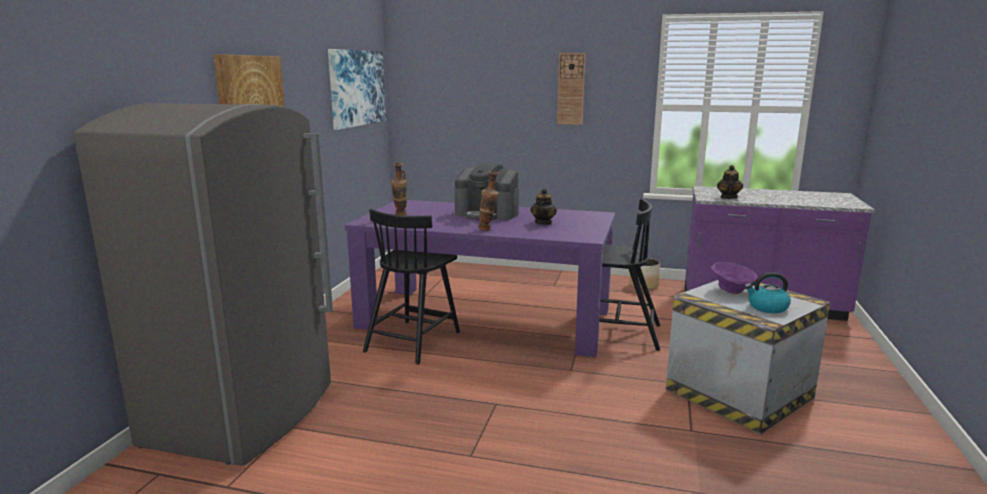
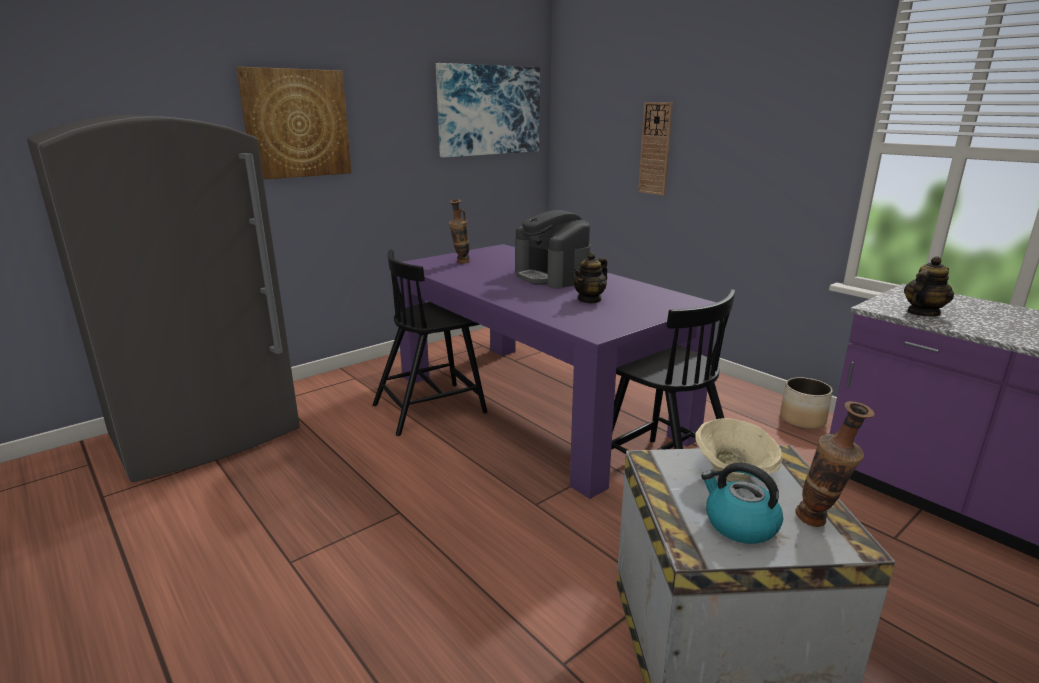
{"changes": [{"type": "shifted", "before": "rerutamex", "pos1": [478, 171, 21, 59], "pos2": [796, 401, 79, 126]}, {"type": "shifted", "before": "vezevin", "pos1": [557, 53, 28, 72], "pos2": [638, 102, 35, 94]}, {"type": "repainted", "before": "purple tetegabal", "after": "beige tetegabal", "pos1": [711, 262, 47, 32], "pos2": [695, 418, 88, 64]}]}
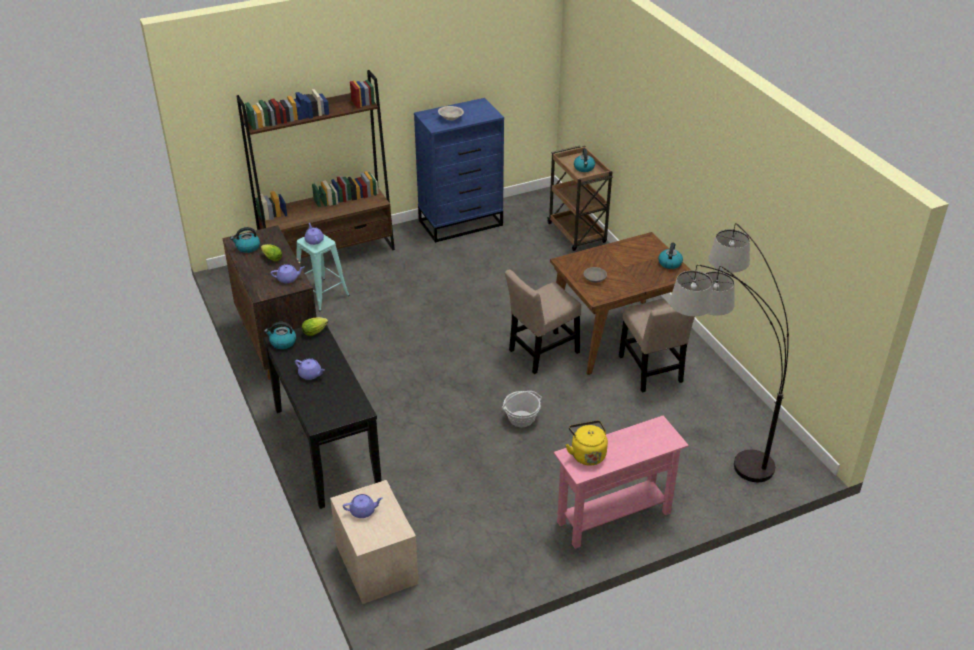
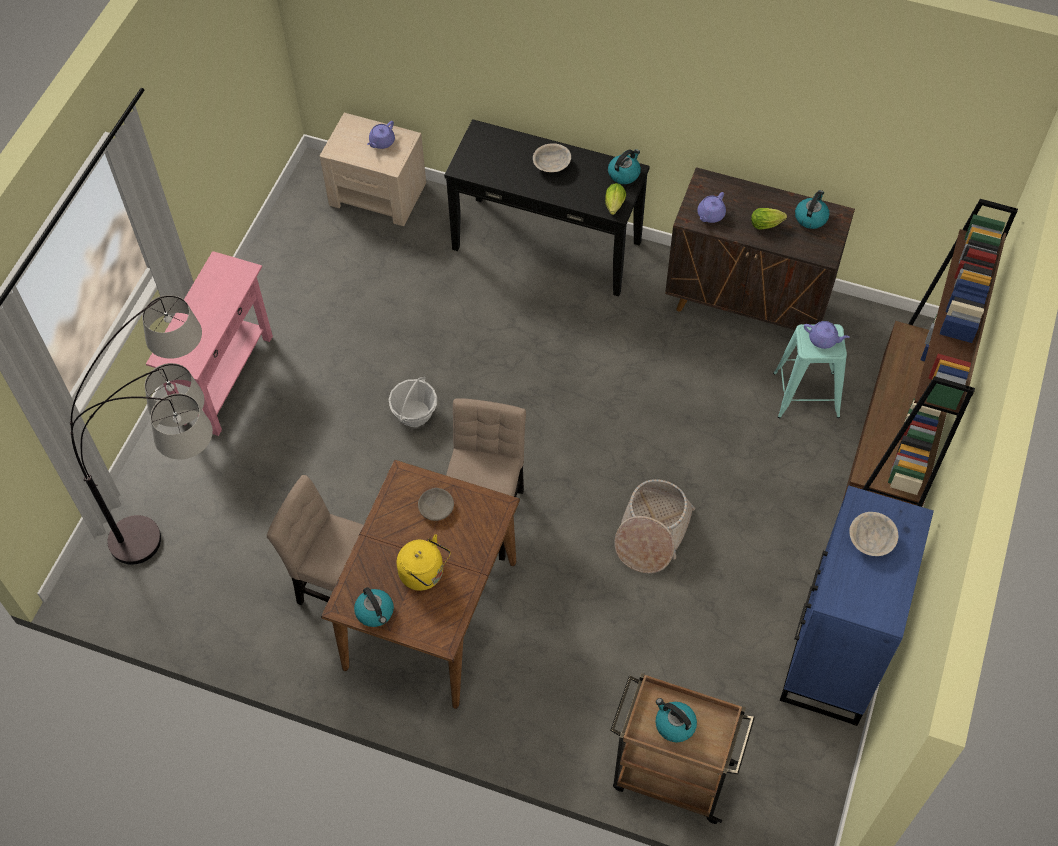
{"changes": [{"type": "new", "after": "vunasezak", "pos2": [615, 479, 80, 94]}, {"type": "shifted", "before": "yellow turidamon", "pos1": [566, 420, 42, 46], "pos2": [397, 534, 54, 57]}, {"type": "swapped", "before": "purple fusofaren", "after": "beige tetegabal", "pos1": [295, 358, 30, 22], "pos2": [533, 143, 38, 29]}]}
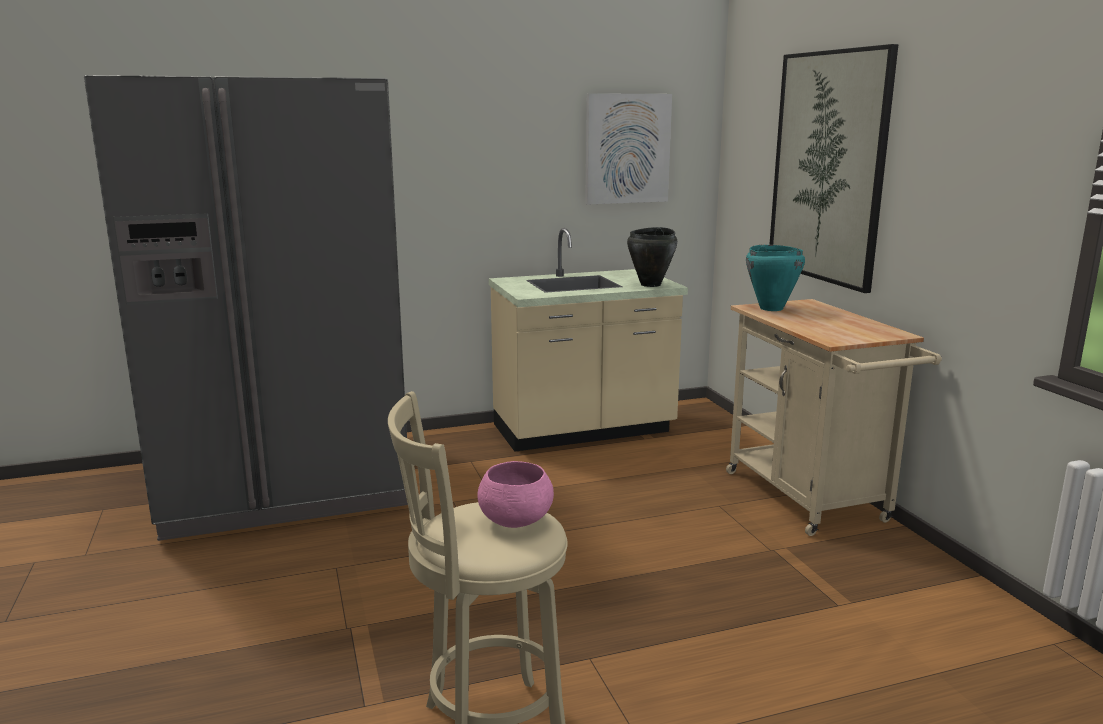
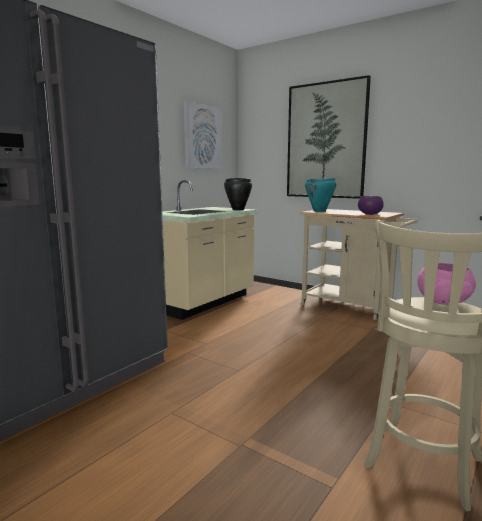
{"changes": [{"type": "new", "after": "purple tetegabal", "pos2": [358, 196, 26, 19]}]}
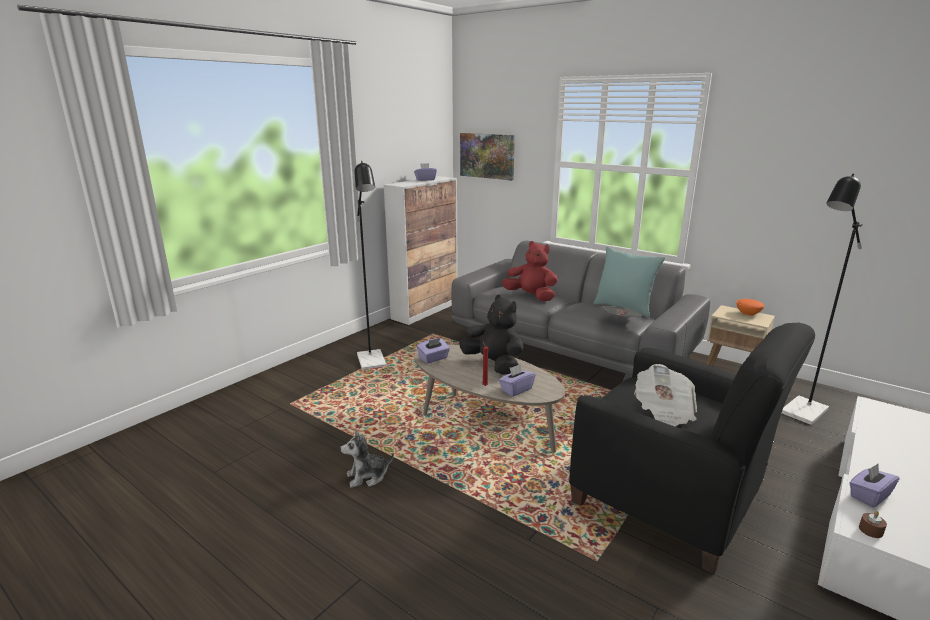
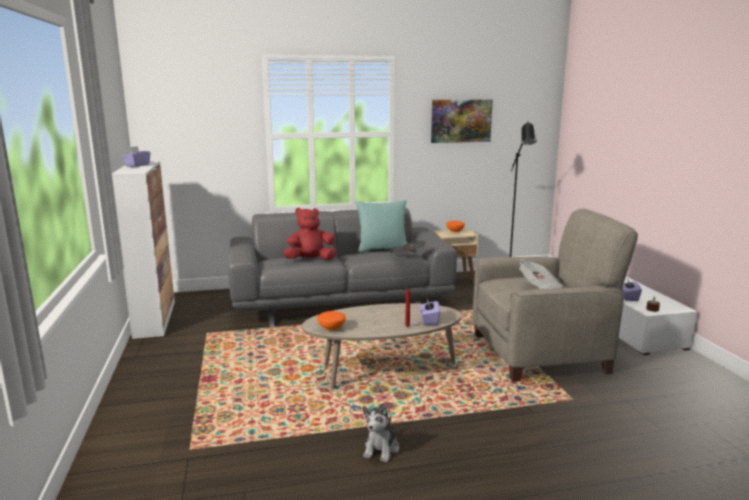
{"changes": [{"type": "gone", "before": "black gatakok", "pos1": [354, 161, 33, 209]}, {"type": "gone", "before": "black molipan", "pos1": [459, 294, 64, 81]}, {"type": "shifted", "before": "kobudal", "pos1": [460, 133, 55, 47], "pos2": [431, 100, 62, 43]}, {"type": "swapped", "before": "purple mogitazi", "after": "orange tetegabal", "pos1": [417, 338, 33, 26], "pos2": [317, 311, 29, 20]}, {"type": "repainted", "before": "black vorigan", "after": "beige vorigan", "pos1": [569, 323, 246, 251], "pos2": [472, 209, 166, 173]}]}
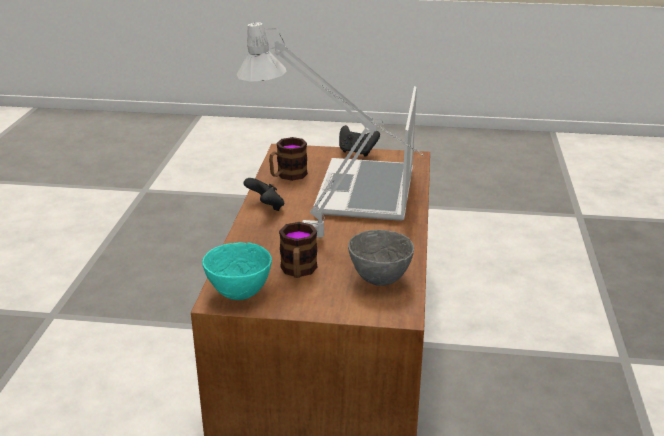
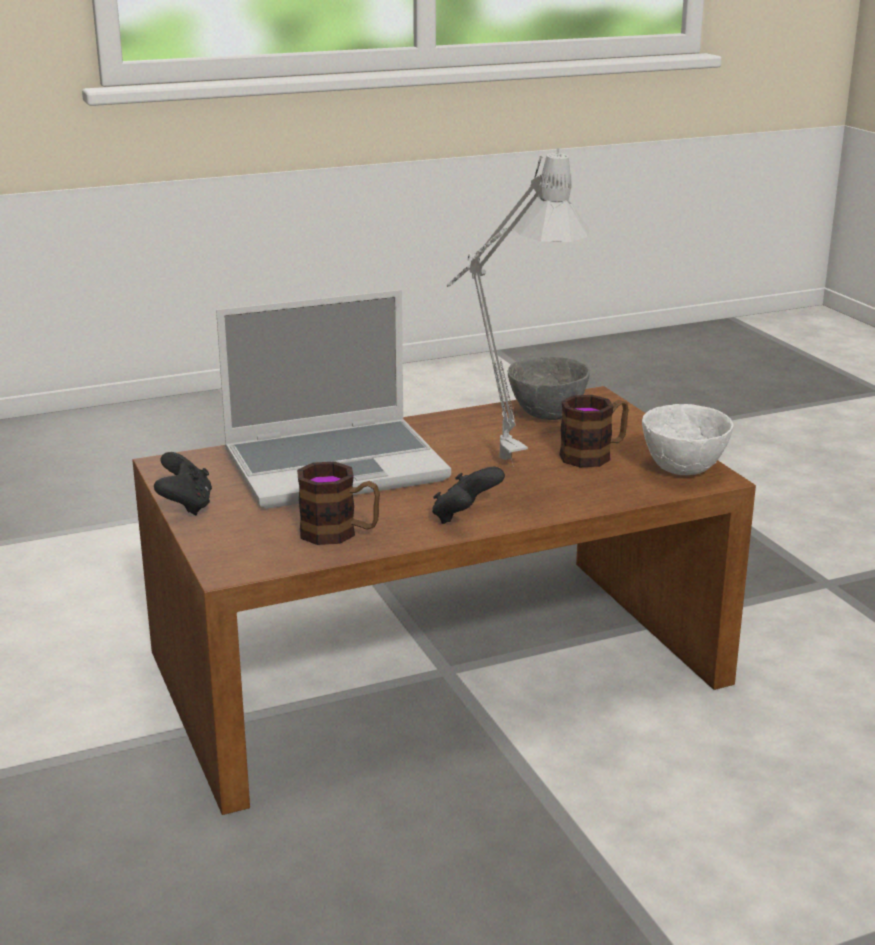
{"changes": [{"type": "repainted", "before": "turquoise tetegabal", "after": "white tetegabal", "pos1": [202, 242, 70, 58], "pos2": [642, 404, 92, 71]}]}
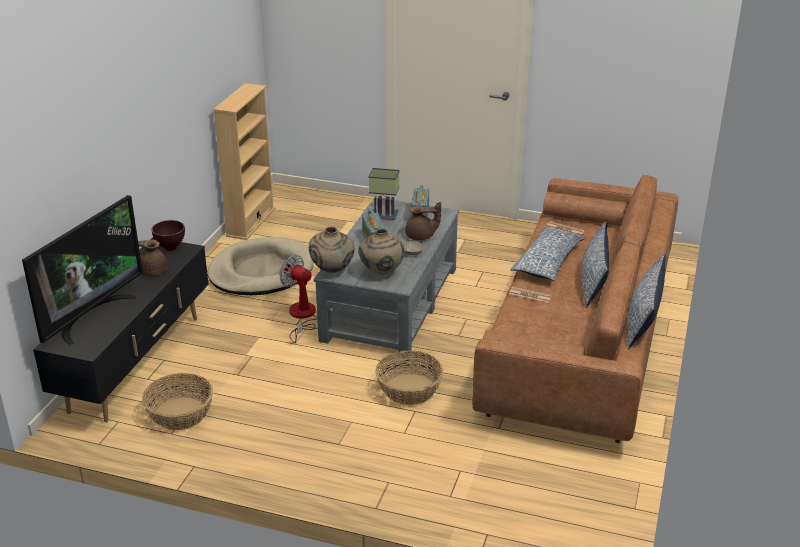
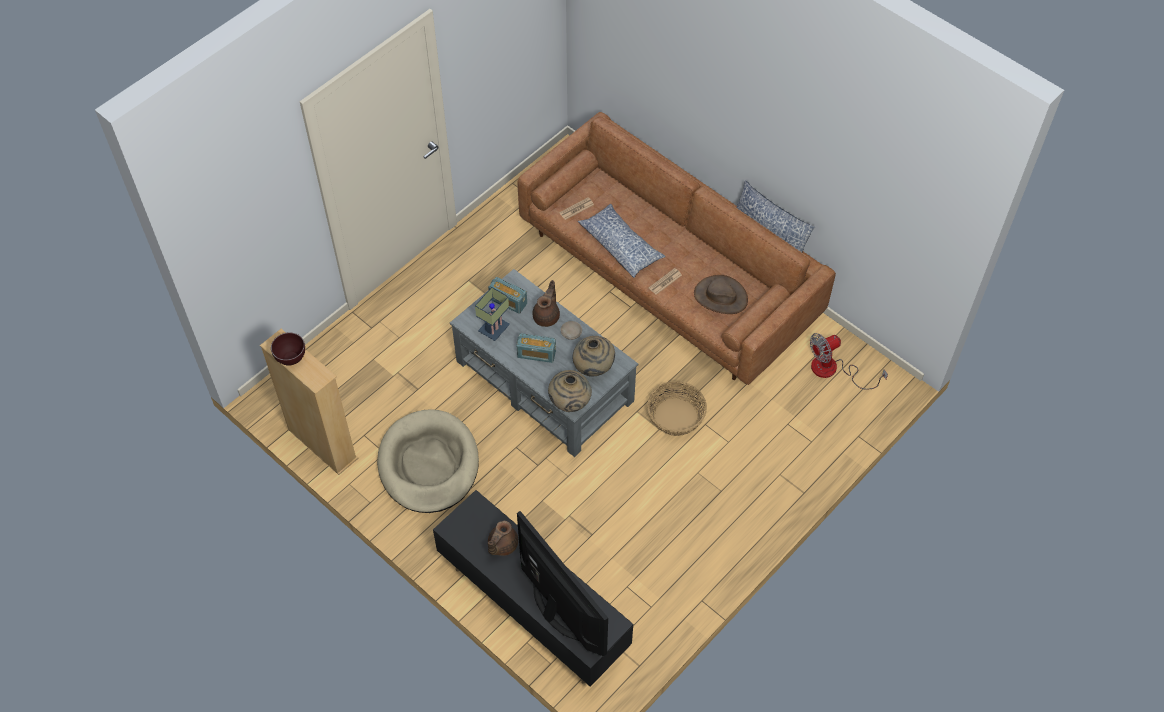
{"changes": [{"type": "gone", "before": "vunasezak", "pos1": [142, 373, 71, 57]}, {"type": "gone", "before": "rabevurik", "pos1": [581, 222, 28, 86]}, {"type": "new", "after": "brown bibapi", "pos2": [694, 275, 54, 39]}, {"type": "shifted", "before": "brown tetegabal", "pos1": [152, 220, 33, 31], "pos2": [271, 332, 34, 34]}, {"type": "shifted", "before": "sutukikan", "pos1": [279, 255, 38, 88], "pos2": [810, 333, 78, 57]}]}
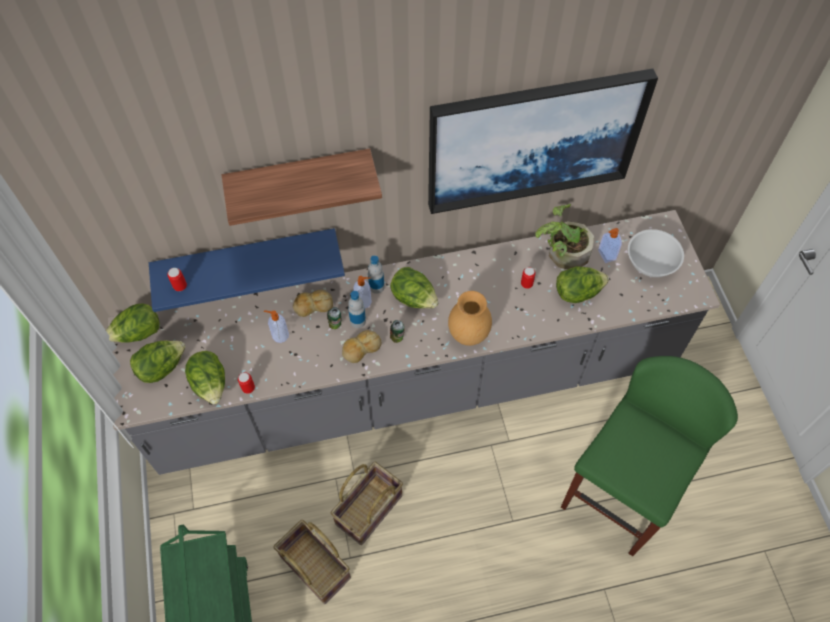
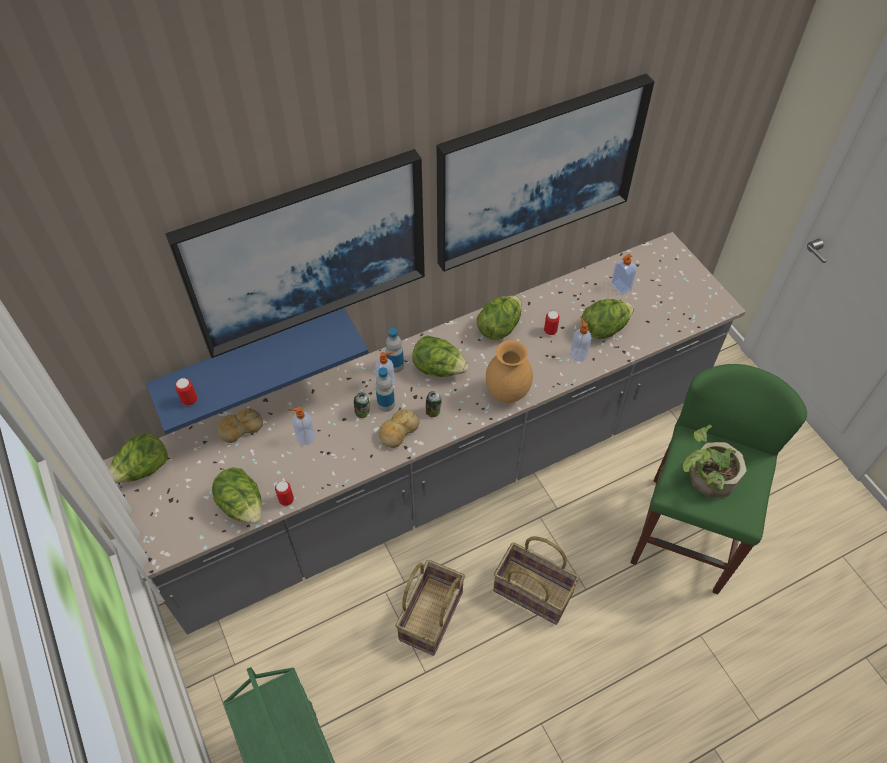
{"changes": [{"type": "gone", "before": "white tetegabal", "pos1": [628, 229, 56, 48]}, {"type": "new", "after": "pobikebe", "pos2": [570, 317, 21, 45]}, {"type": "shifted", "before": "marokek", "pos1": [130, 341, 55, 42], "pos2": [477, 296, 44, 44]}, {"type": "shifted", "before": "vunasezak", "pos1": [273, 520, 78, 84], "pos2": [493, 536, 86, 89]}, {"type": "shifted", "before": "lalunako", "pos1": [293, 290, 40, 27], "pos2": [217, 408, 46, 35]}, {"type": "shifted", "before": "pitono", "pos1": [535, 204, 59, 65], "pos2": [683, 425, 64, 73]}, {"type": "swapped", "before": "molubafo", "after": "kobudal", "pos1": [222, 149, 160, 77], "pos2": [165, 149, 260, 209]}]}
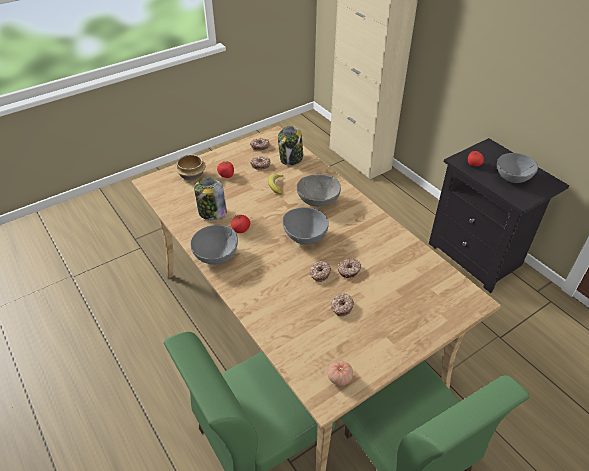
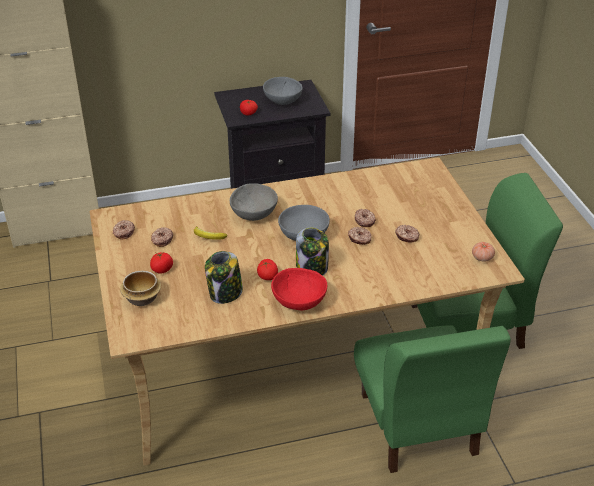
{"changes": [{"type": "shifted", "before": "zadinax", "pos1": [278, 126, 25, 40], "pos2": [296, 228, 33, 48]}, {"type": "repainted", "before": "grey tetegabal", "after": "red tetegabal", "pos1": [190, 225, 48, 40], "pos2": [271, 268, 56, 42]}]}
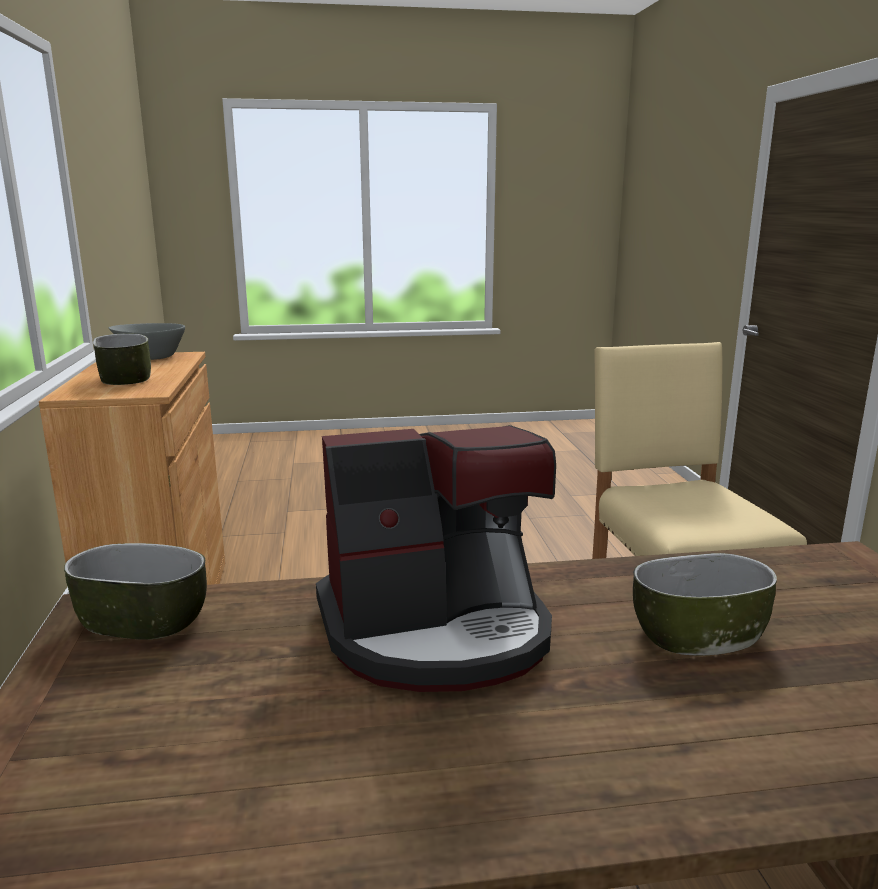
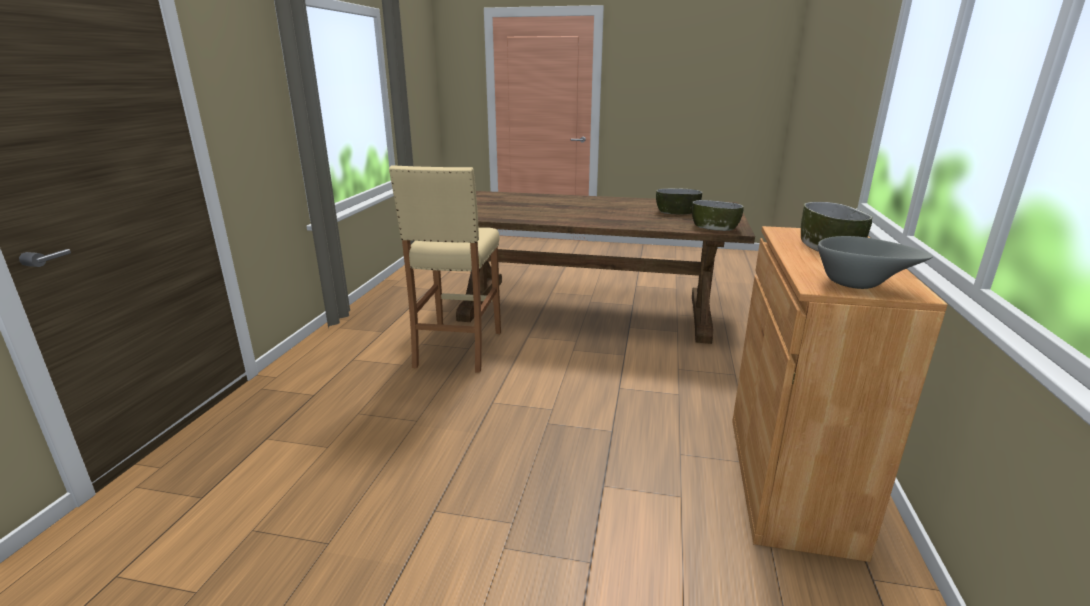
{"changes": [{"type": "gone", "before": "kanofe", "pos1": [316, 425, 240, 267]}, {"type": "shifted", "before": "tetegabal", "pos1": [633, 553, 144, 102], "pos2": [656, 188, 47, 27]}]}
